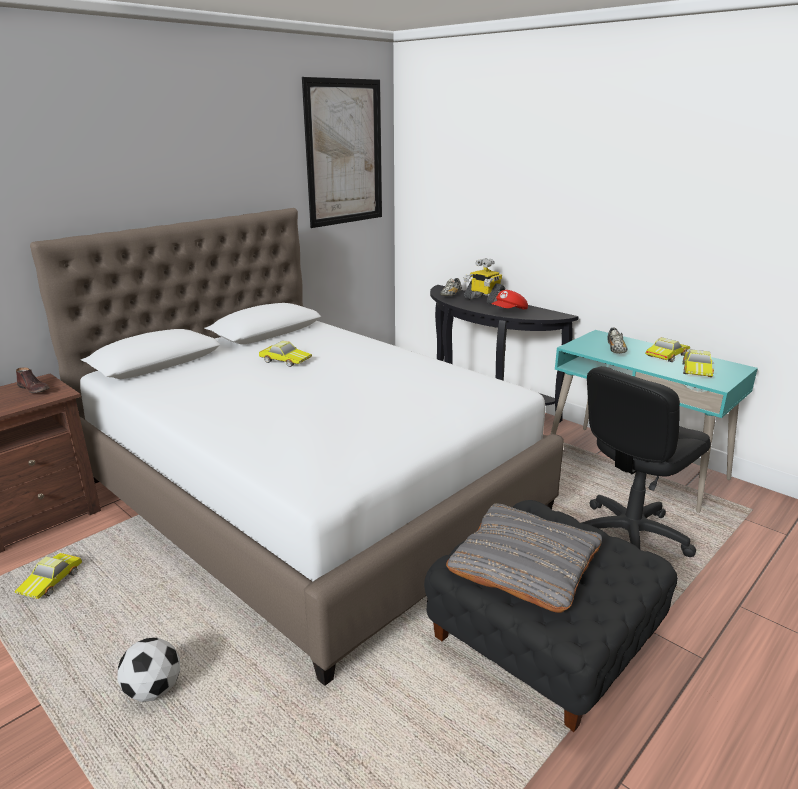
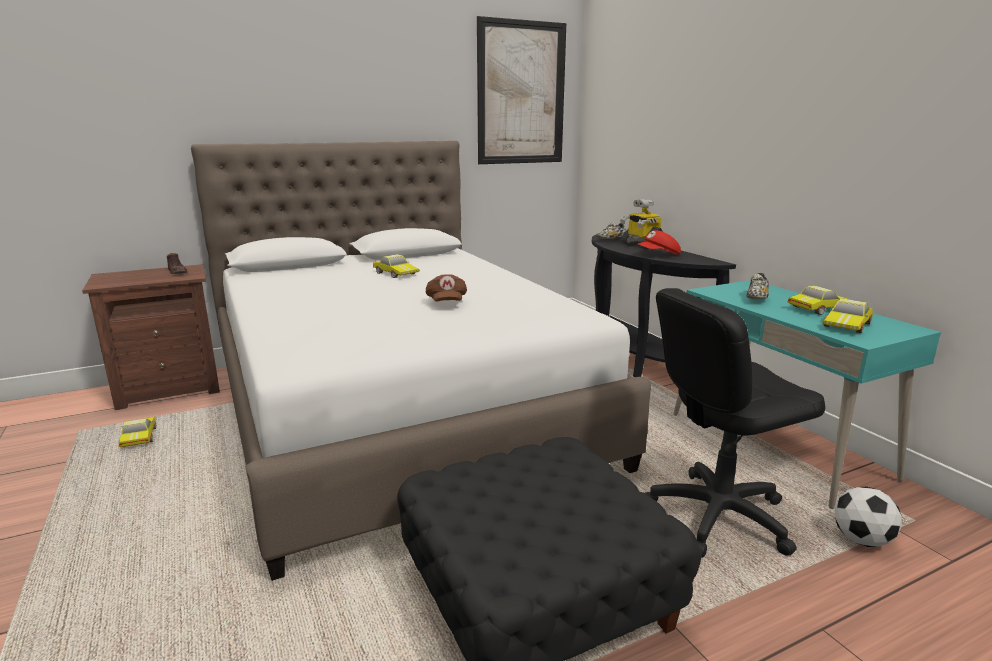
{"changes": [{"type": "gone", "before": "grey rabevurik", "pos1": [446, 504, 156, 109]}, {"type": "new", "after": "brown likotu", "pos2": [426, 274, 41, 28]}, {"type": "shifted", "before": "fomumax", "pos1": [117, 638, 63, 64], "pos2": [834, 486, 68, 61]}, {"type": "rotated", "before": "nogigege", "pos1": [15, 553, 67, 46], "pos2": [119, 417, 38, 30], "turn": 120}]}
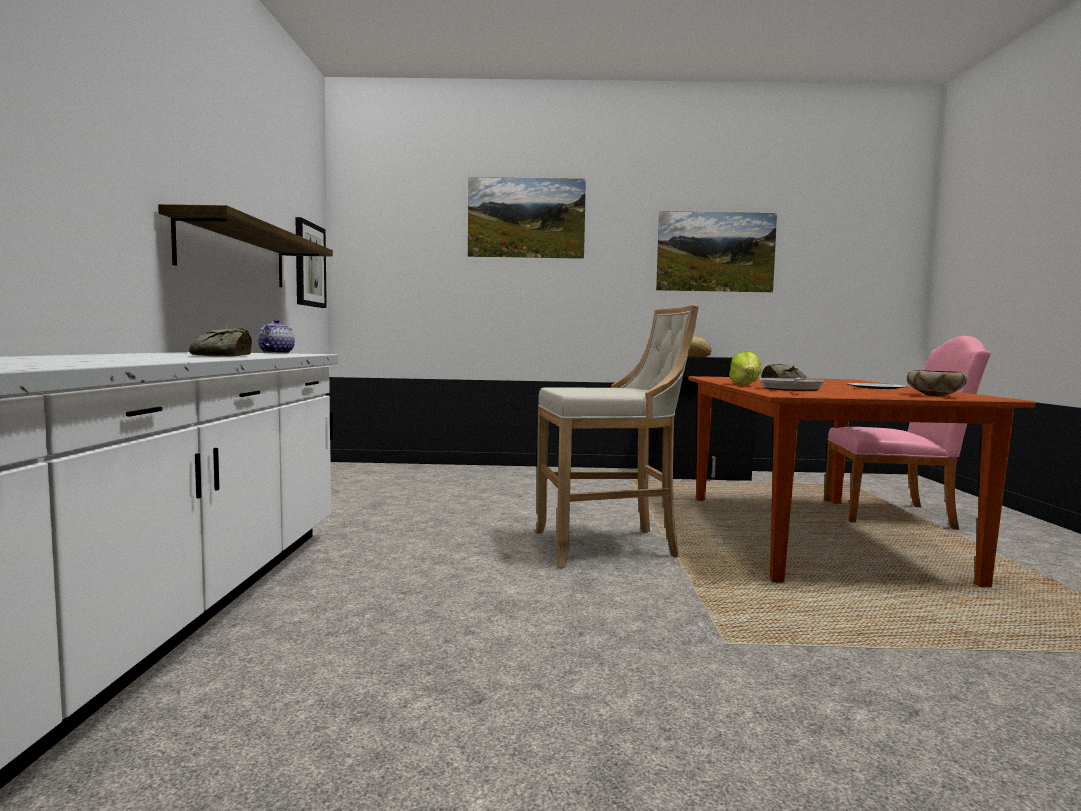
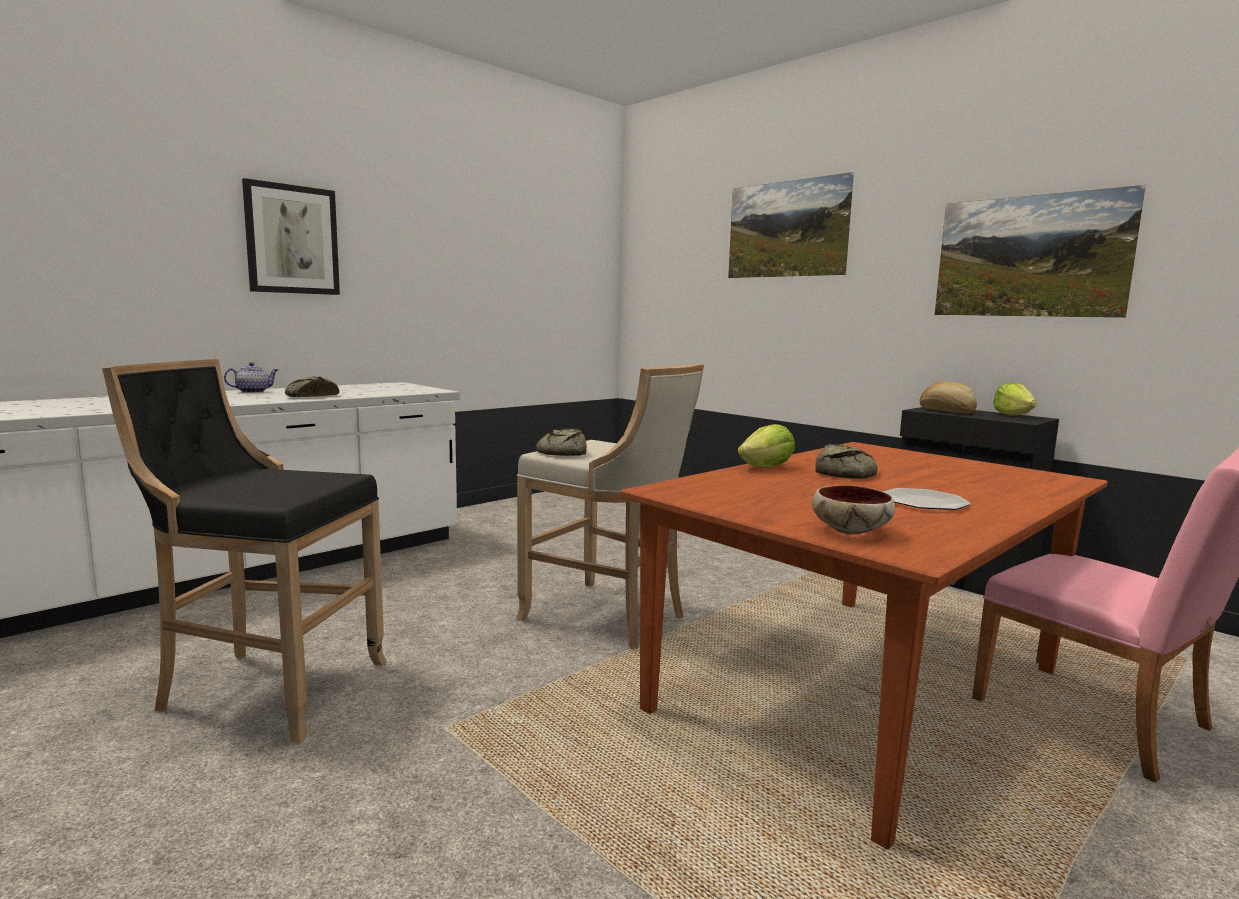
{"changes": [{"type": "gone", "before": "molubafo", "pos1": [158, 204, 175, 83]}, {"type": "gone", "before": "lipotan", "pos1": [760, 378, 64, 13]}, {"type": "new", "after": "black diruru", "pos2": [102, 359, 285, 384]}, {"type": "new", "after": "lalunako", "pos2": [536, 428, 51, 28]}, {"type": "new", "after": "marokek", "pos2": [993, 382, 44, 34]}, {"type": "shifted", "before": "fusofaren", "pos1": [258, 319, 37, 34], "pos2": [224, 362, 54, 31]}, {"type": "shifted", "before": "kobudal", "pos1": [295, 217, 32, 91], "pos2": [242, 178, 98, 117]}]}
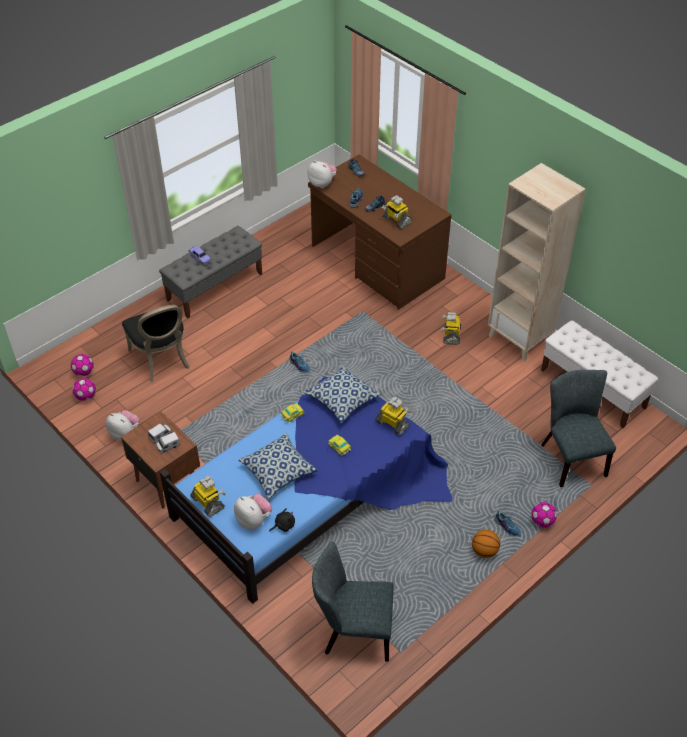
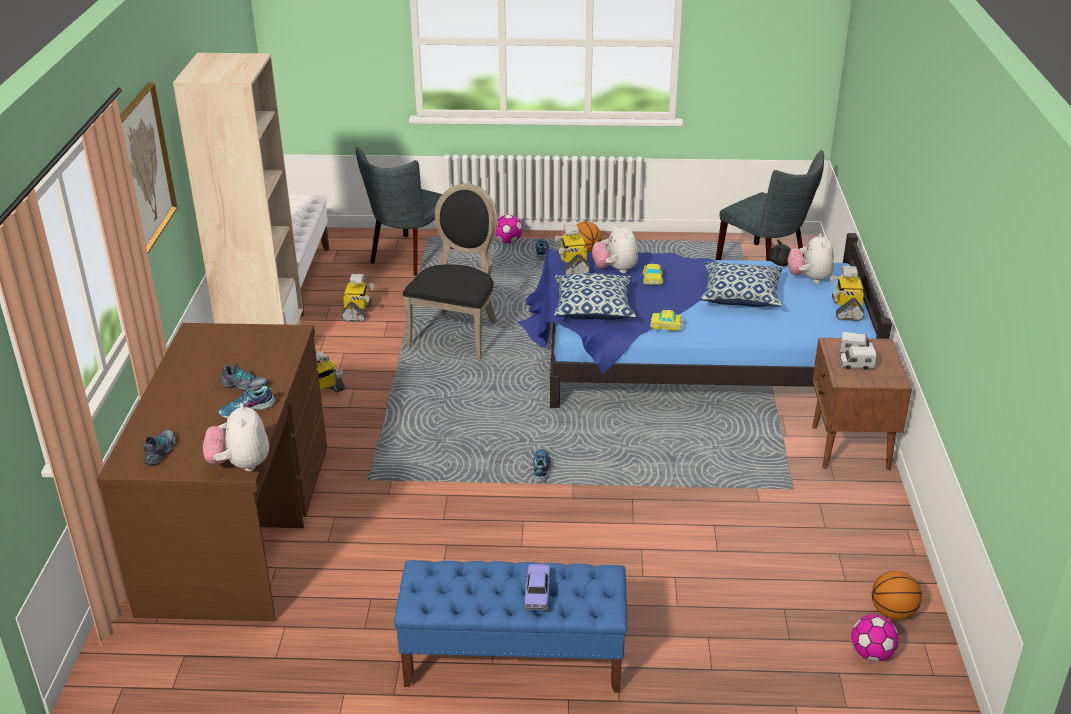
{"changes": [{"type": "new", "after": "kobudal", "pos2": [120, 83, 58, 170]}, {"type": "shifted", "before": "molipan", "pos1": [106, 410, 34, 31], "pos2": [592, 224, 46, 49]}, {"type": "shifted", "before": "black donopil", "pos1": [122, 305, 68, 76], "pos2": [403, 184, 95, 176]}, {"type": "shifted", "before": "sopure", "pos1": [382, 195, 30, 34], "pos2": [341, 274, 33, 48]}, {"type": "swapped", "before": "fomumax", "after": "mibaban", "pos1": [72, 378, 24, 23], "pos2": [872, 571, 50, 49]}, {"type": "repainted", "before": "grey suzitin", "after": "blue suzitin", "pos1": [159, 226, 103, 93], "pos2": [394, 560, 233, 133]}]}
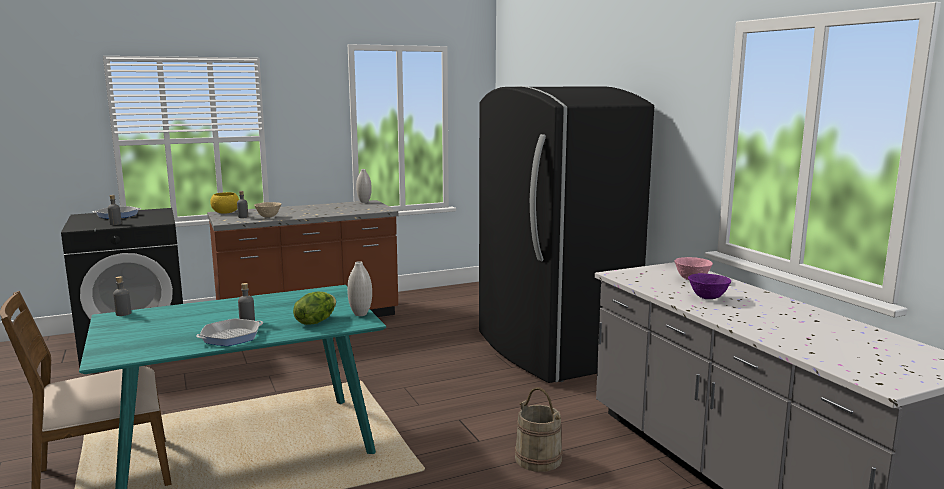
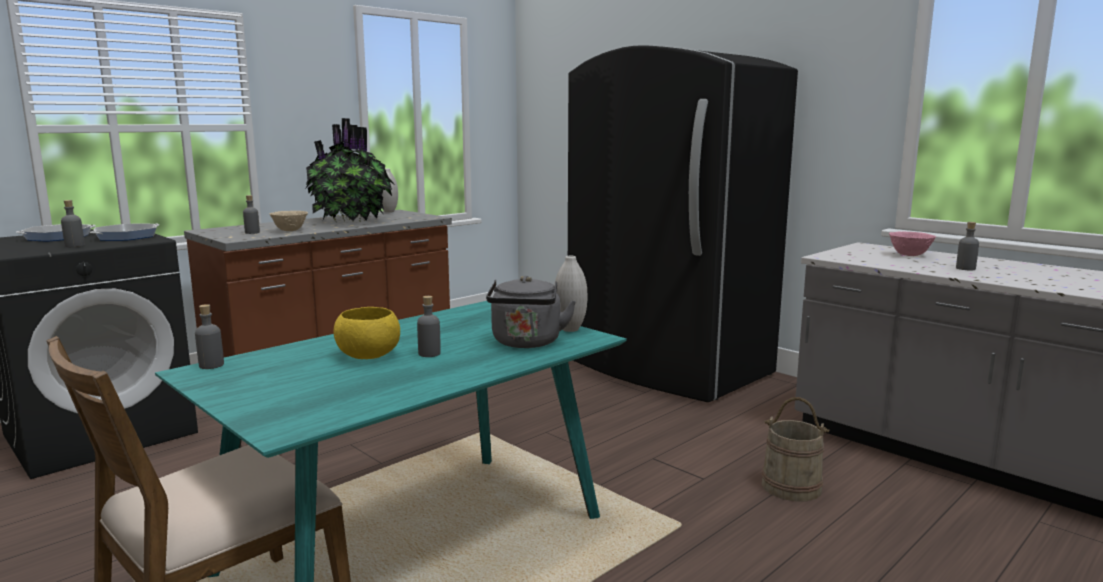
{"changes": [{"type": "new", "after": "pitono", "pos2": [305, 118, 91, 105]}, {"type": "shifted", "before": "lipotan", "pos1": [196, 318, 67, 28], "pos2": [90, 224, 69, 17]}, {"type": "shifted", "before": "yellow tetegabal", "pos1": [210, 192, 29, 22], "pos2": [333, 307, 67, 52]}, {"type": "swapped", "before": "marokek", "after": "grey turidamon", "pos1": [293, 292, 43, 33], "pos2": [486, 276, 90, 72]}, {"type": "swapped", "before": "purple tetegabal", "after": "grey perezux", "pos1": [688, 273, 43, 26], "pos2": [956, 222, 23, 48]}]}
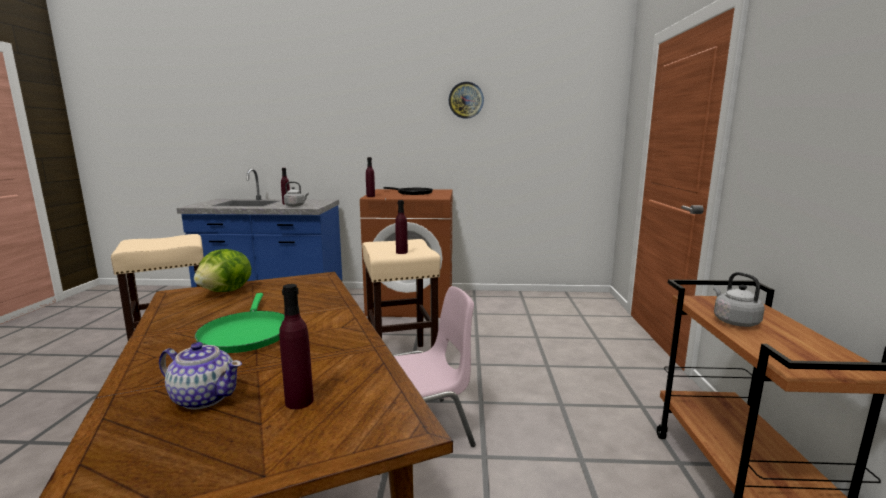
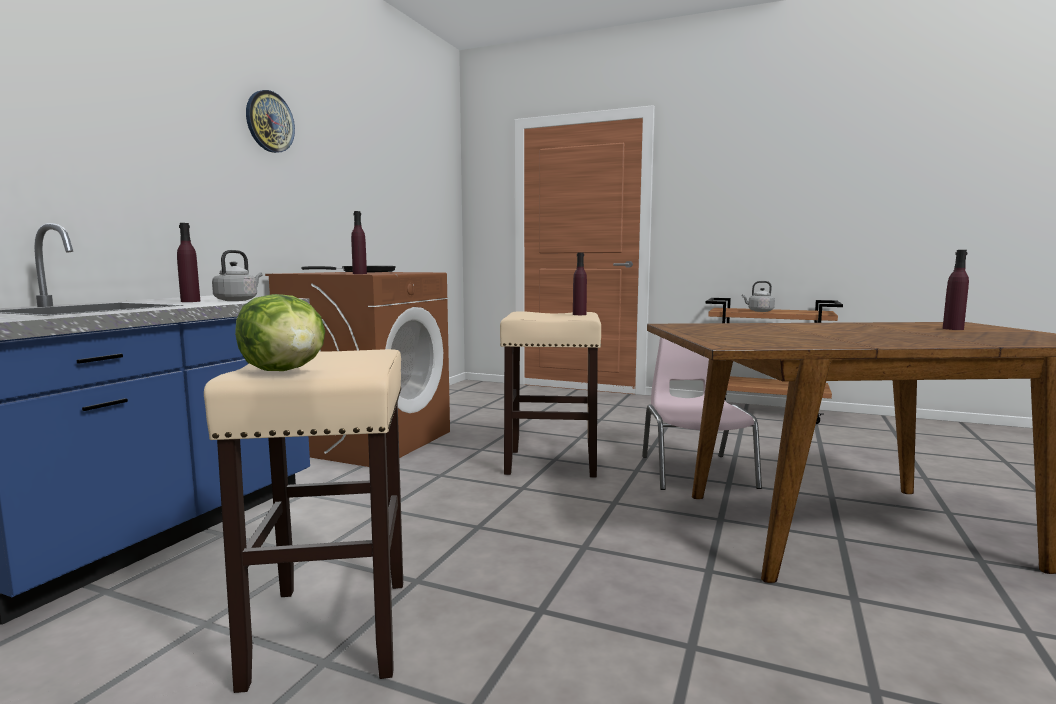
{"changes": [{"type": "gone", "before": "fusofaren", "pos1": [159, 342, 83, 68]}, {"type": "gone", "before": "green lipotan", "pos1": [195, 293, 90, 60]}, {"type": "shifted", "before": "marokek", "pos1": [194, 249, 57, 43], "pos2": [235, 294, 90, 77]}, {"type": "shifted", "before": "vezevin", "pos1": [449, 82, 35, 37], "pos2": [246, 90, 49, 63]}]}
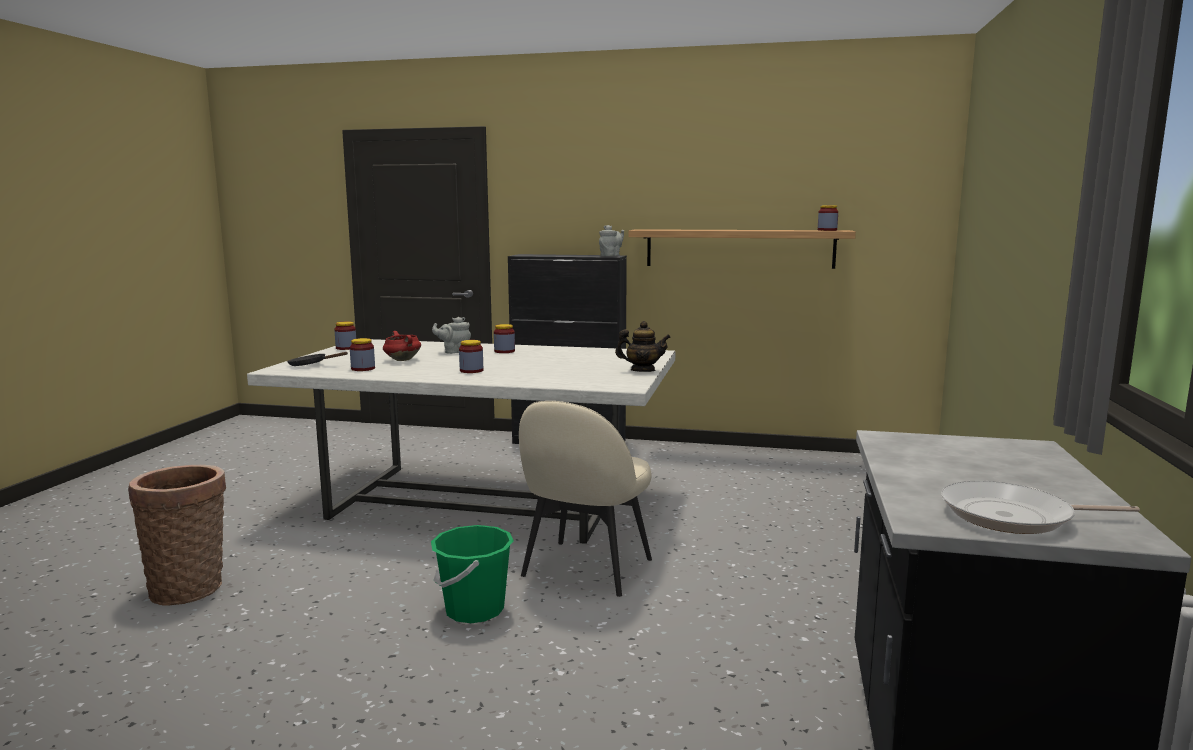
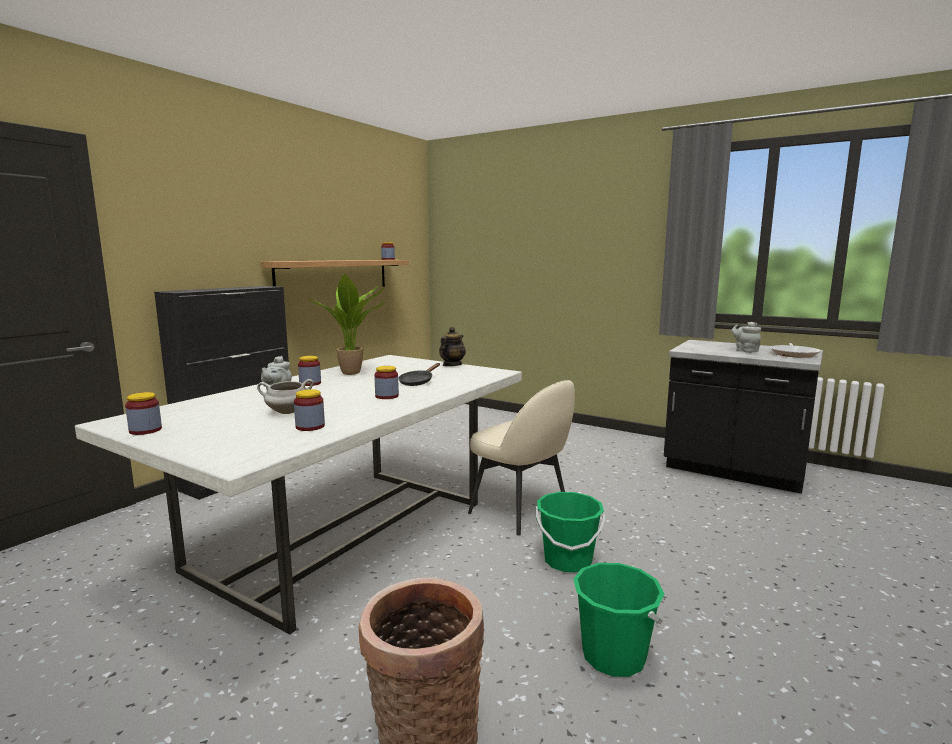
{"changes": [{"type": "new", "after": "pitono", "pos2": [308, 274, 77, 101]}, {"type": "new", "after": "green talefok", "pos2": [573, 563, 92, 114]}, {"type": "shifted", "before": "black lipotan", "pos1": [287, 352, 61, 14], "pos2": [398, 363, 42, 23]}, {"type": "shifted", "before": "grey fusofaren", "pos1": [599, 225, 25, 31], "pos2": [732, 322, 29, 31]}, {"type": "repainted", "before": "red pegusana", "after": "white pegusana", "pos1": [383, 331, 38, 30], "pos2": [257, 379, 57, 35]}]}
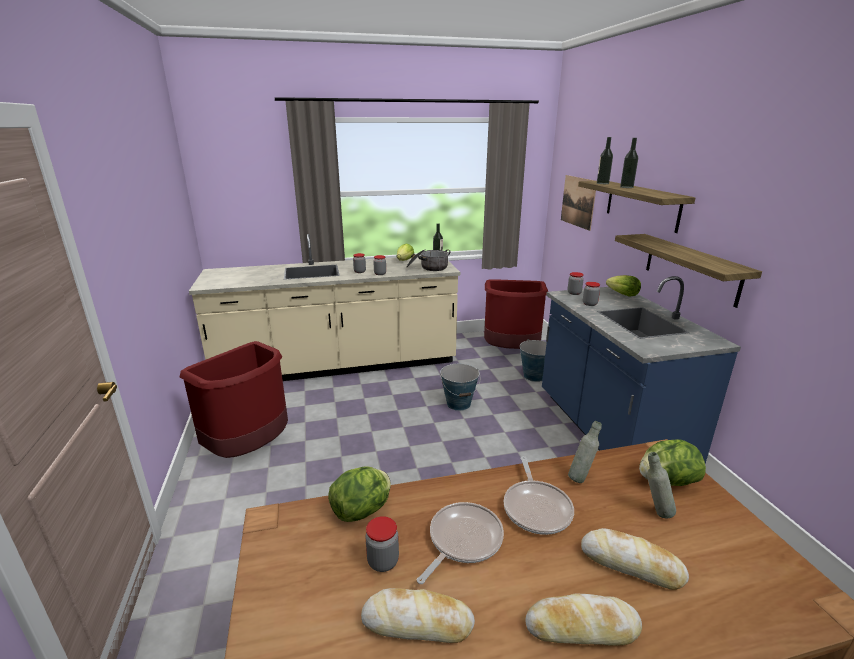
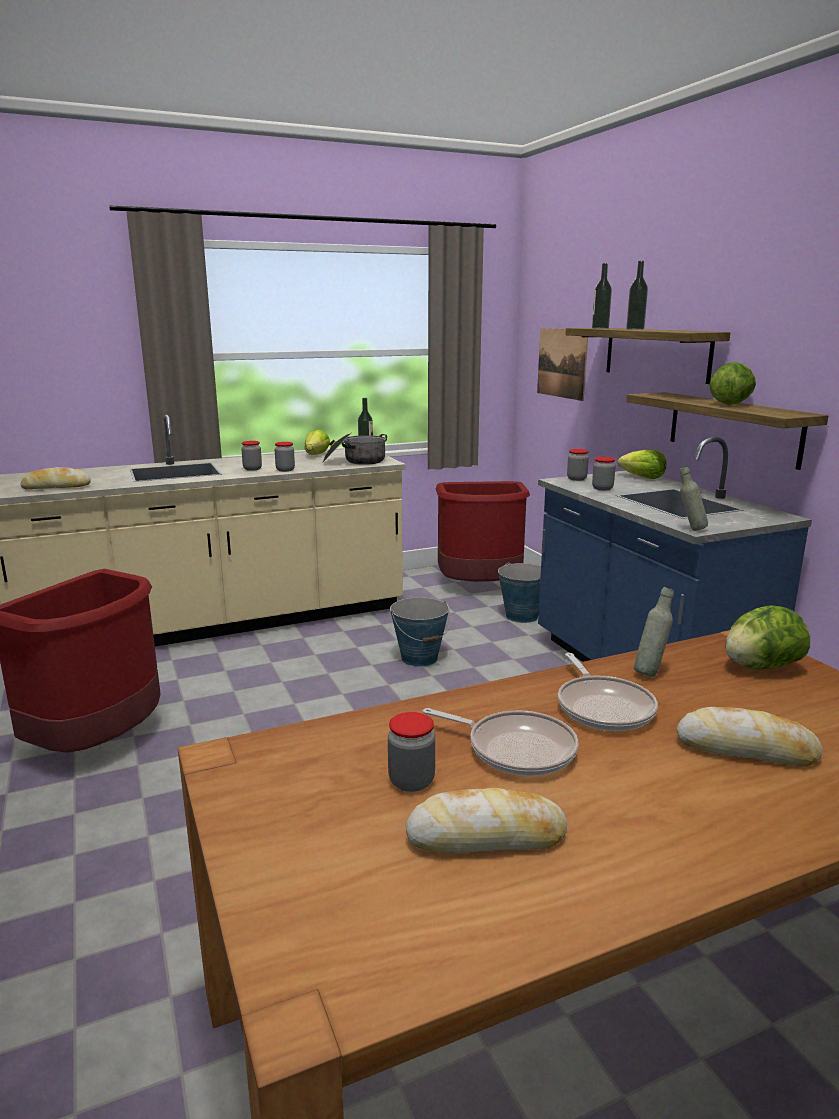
{"changes": [{"type": "shifted", "before": "marokek", "pos1": [328, 466, 63, 56], "pos2": [709, 362, 47, 43]}, {"type": "shifted", "before": "lalunako", "pos1": [526, 594, 116, 52], "pos2": [20, 467, 71, 23]}, {"type": "shifted", "before": "grey perezux", "pos1": [647, 452, 29, 67], "pos2": [680, 467, 28, 64]}, {"type": "rotated", "before": "lipotan", "pos1": [417, 502, 87, 82], "pos2": [423, 708, 155, 68], "turn": 90}]}
